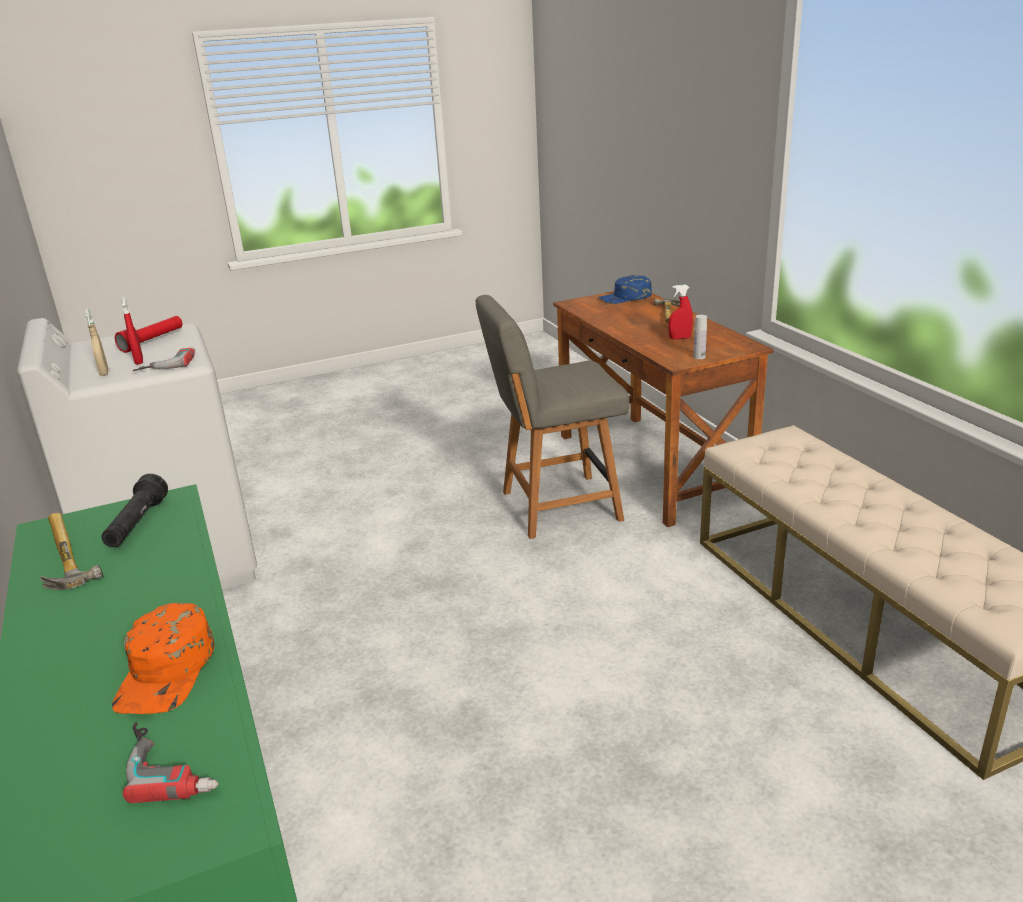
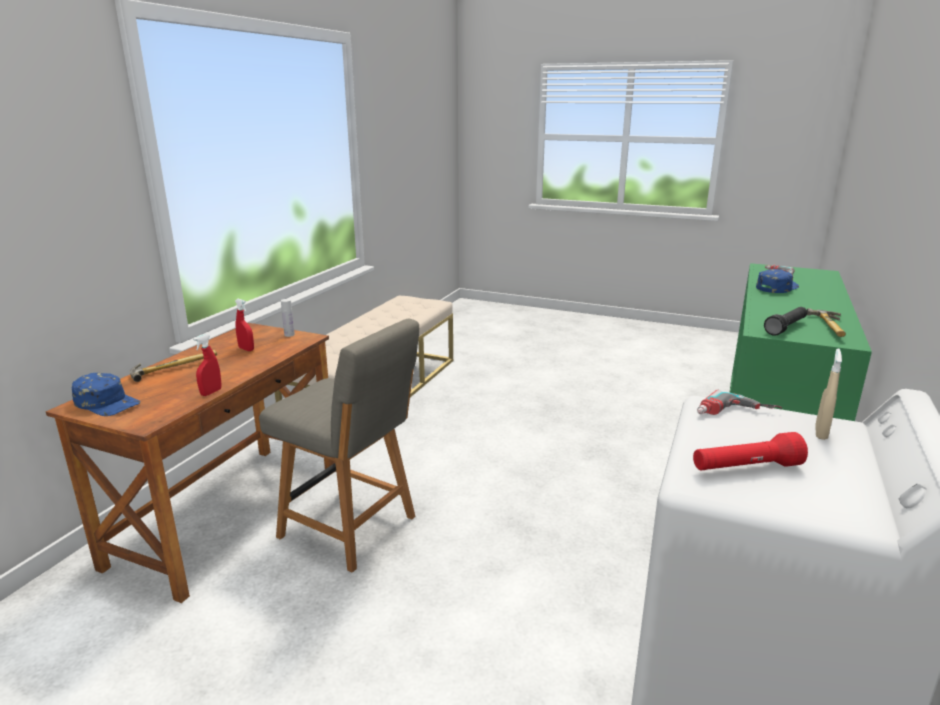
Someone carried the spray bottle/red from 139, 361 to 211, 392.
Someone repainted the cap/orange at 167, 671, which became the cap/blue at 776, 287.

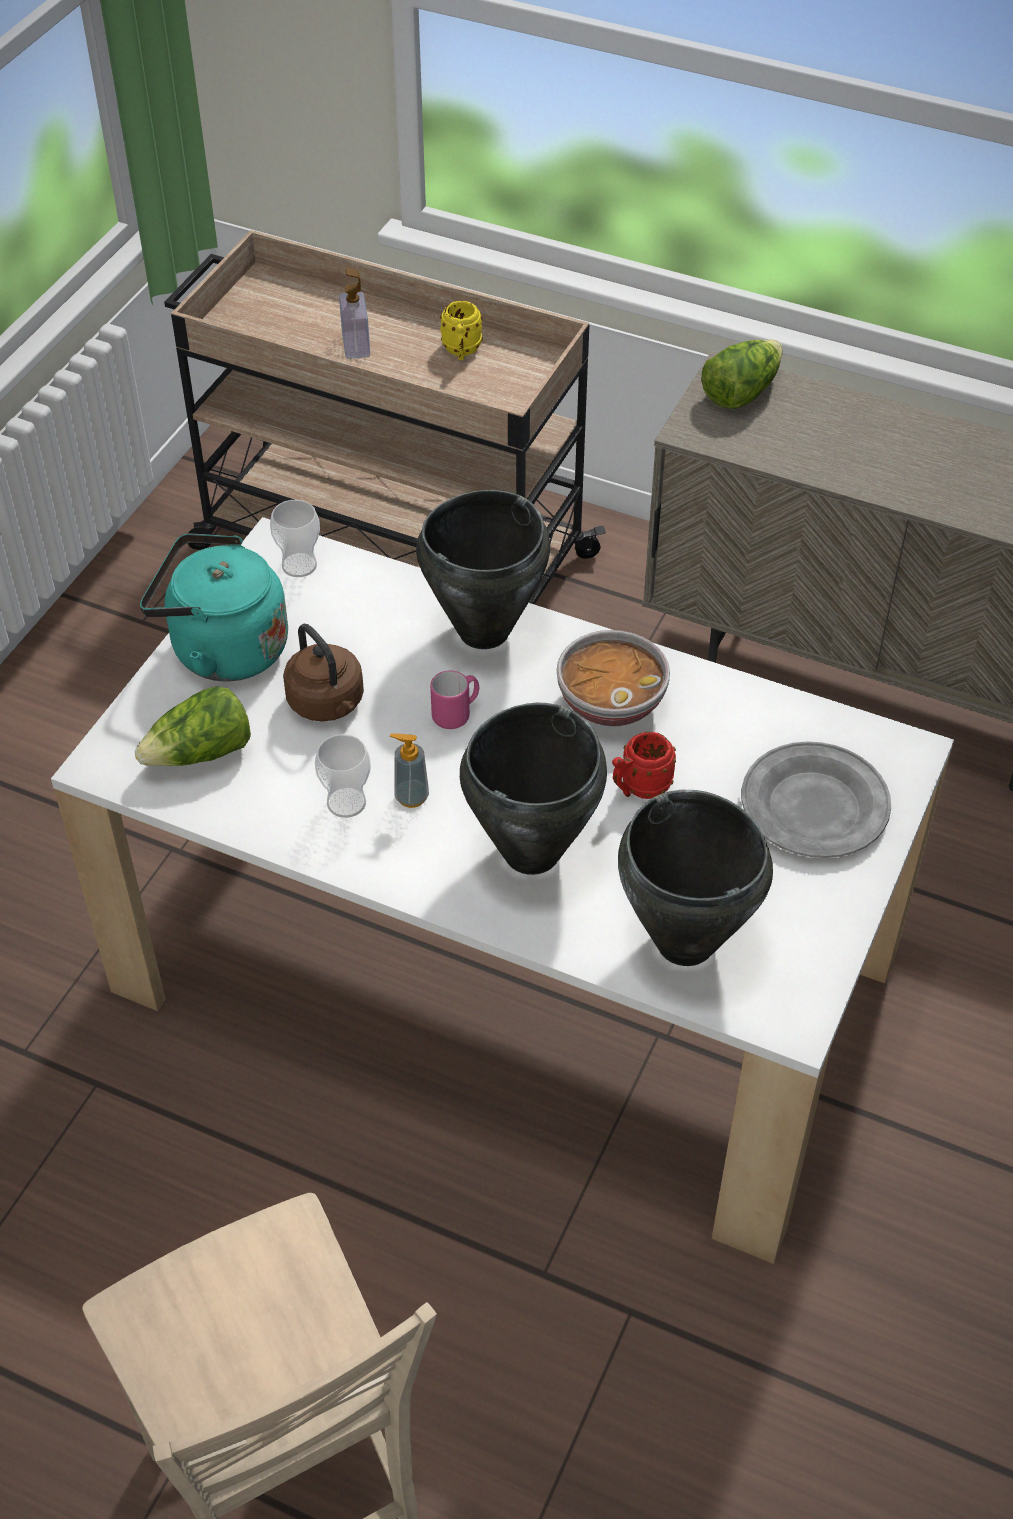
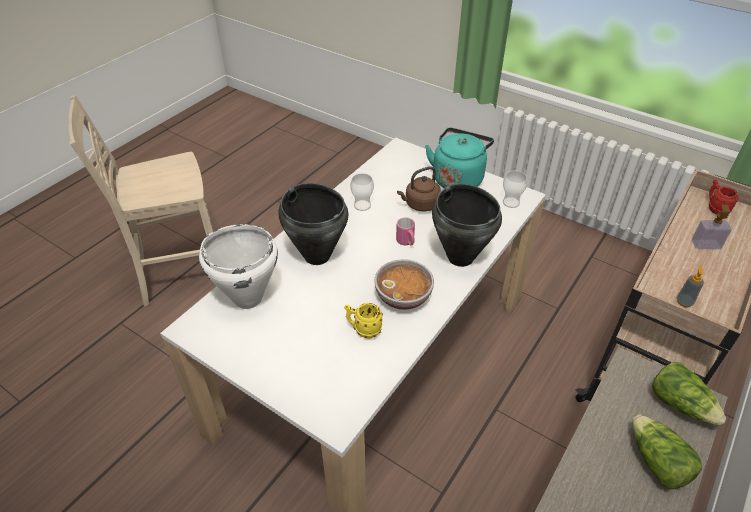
Someone took away the plate/grey at 813, 807.
Someone carried the lettuce from 201, 753 to 656, 462.
Someone carried the soap dispenser from 411, 797 to 684, 302.
Someone carried the mug/yellow from 461, 352 to 363, 330.
Someone carried the mug/red from 639, 788 to 715, 208.
Someone repainted the cooking pot/black at 684, 943, which became the cooking pot/white at 247, 298.

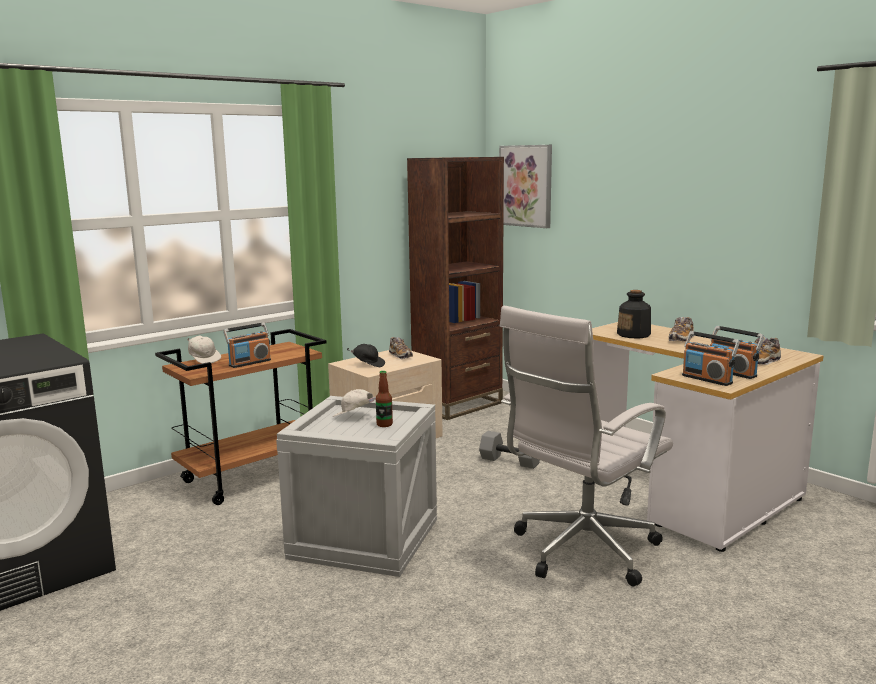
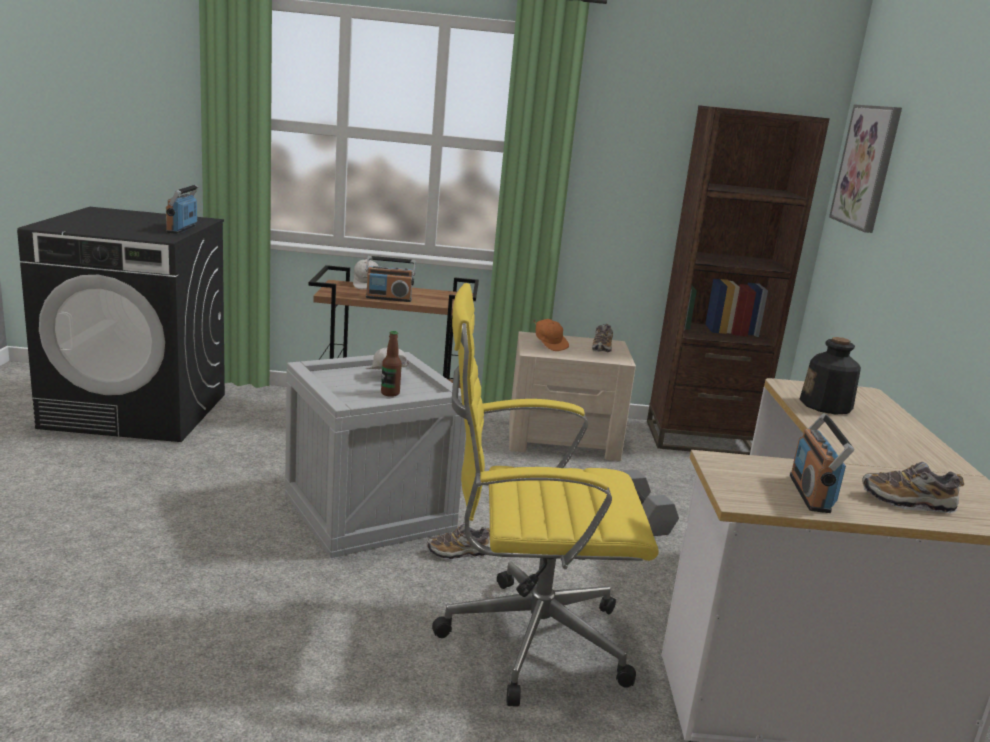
Someone carried the shoe from 681, 339 to 458, 553.
Someone carried the radio from 707, 379 to 182, 229.
Someone repainted the cap/black at 368, 364, which became the cap/orange at 549, 345.
Someone repainted the office chair/white at 580, 552, which became the office chair/yellow at 525, 640.

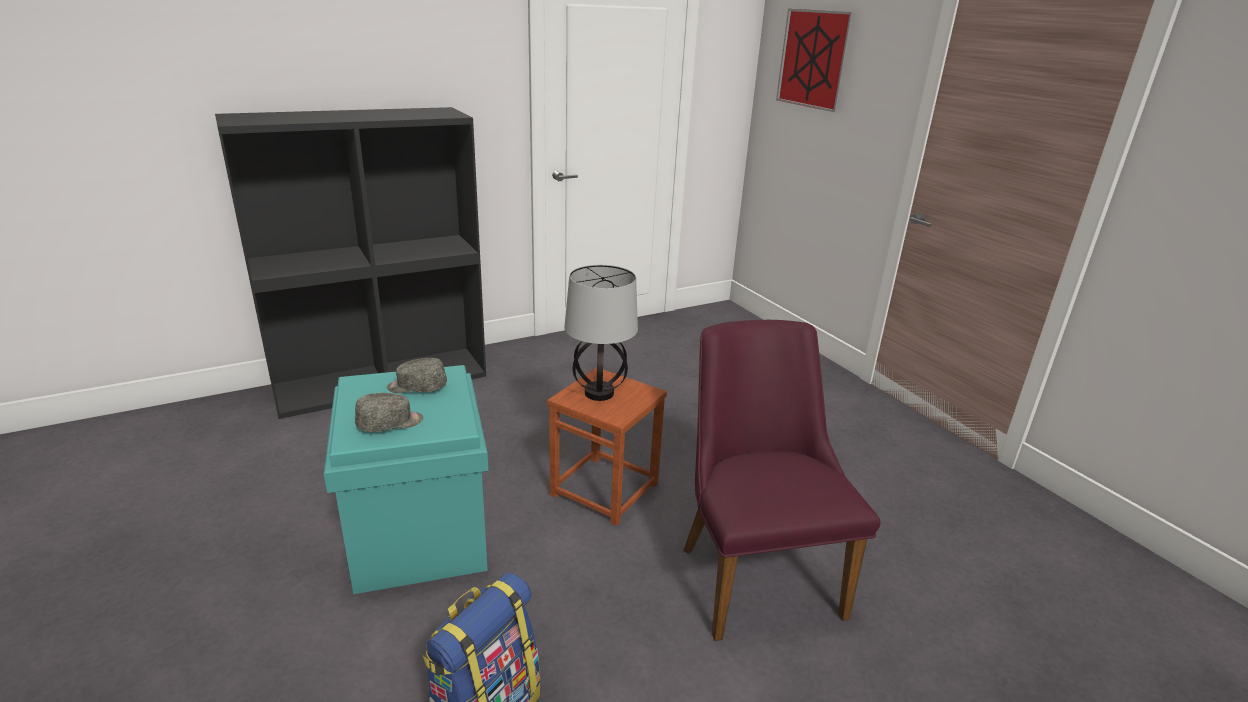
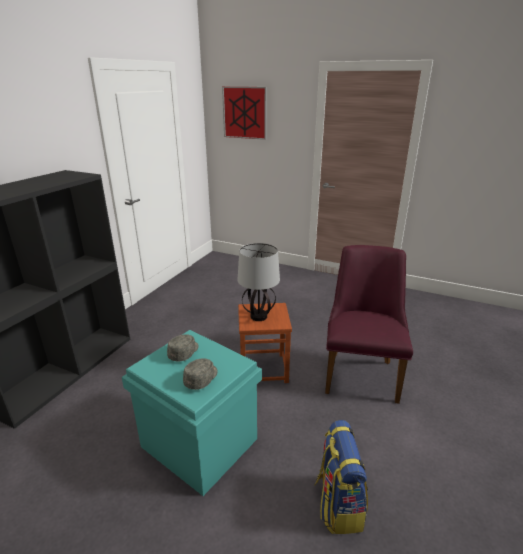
Someone rotated the cap/grey at 417, 387 by 150 degrees clockwise.
Someone rotated the chair/purple at 752, 570 by 60 degrees clockwise.

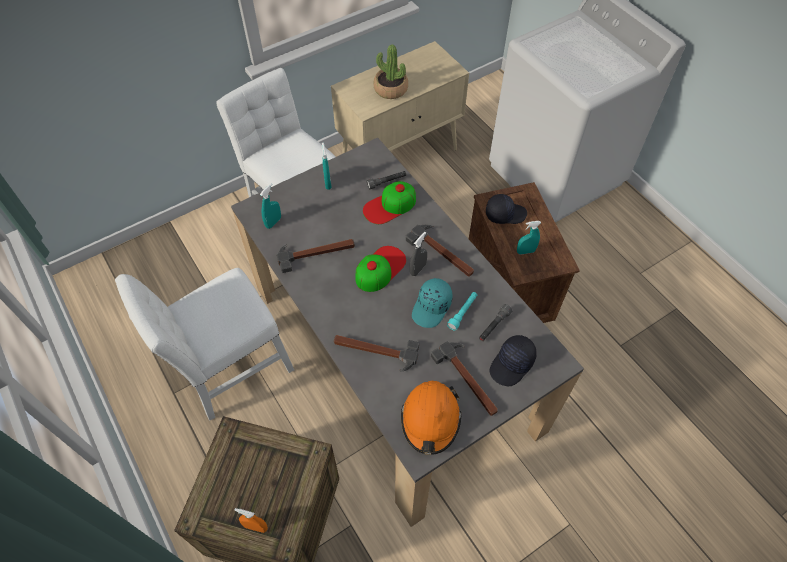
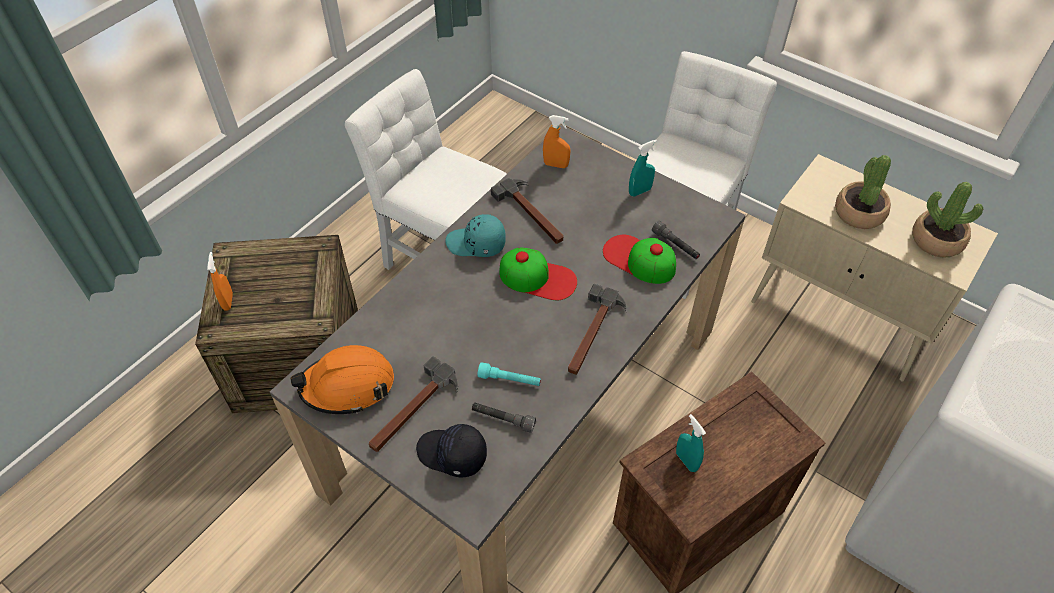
Someone took away the hammer at 375, 351.
Someone took away the spray bottle/grey at 418, 269.
Someone took away the cap/black at 505, 213.
Someone put down the potted plant at 936, 240.
Someone carried the cap/turquoise from 432, 307 to 476, 244.
Someone repainted the spray bottle/turquoise at 273, 222, which became the spray bottle/orange at 556, 165.

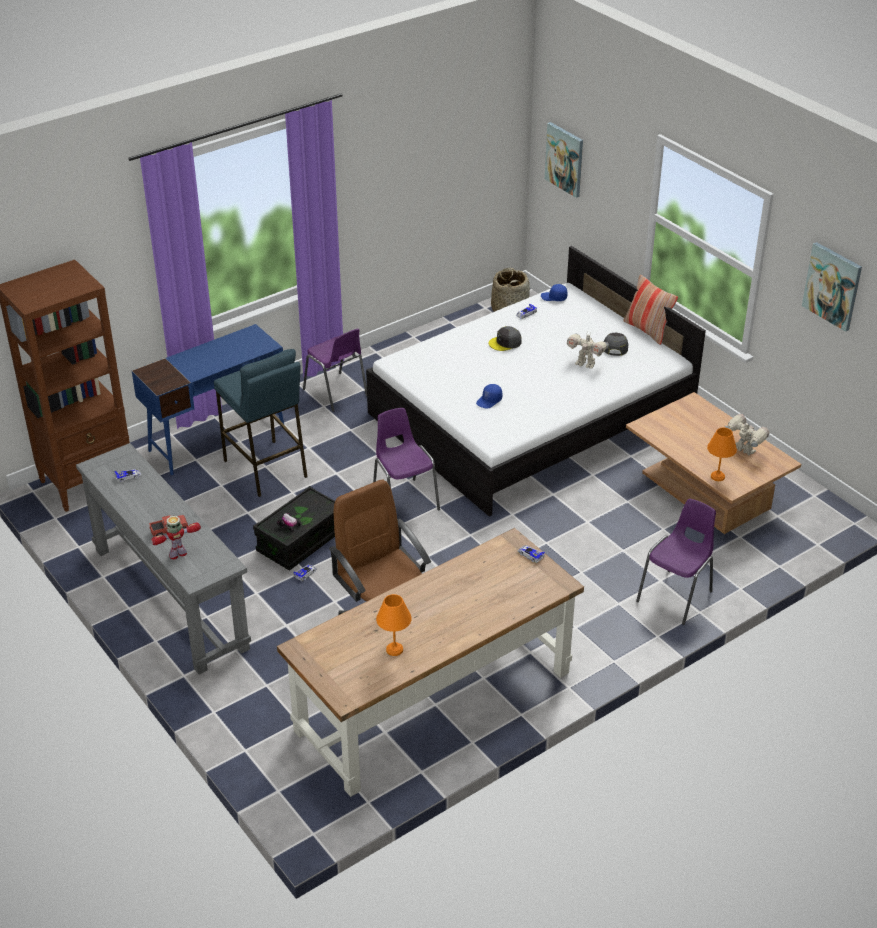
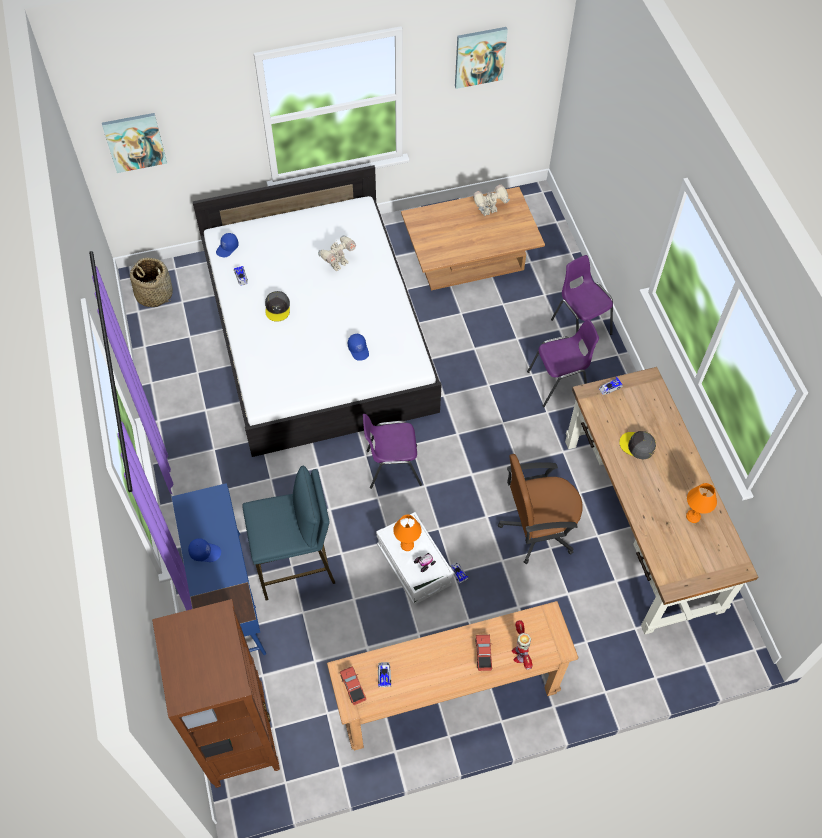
Someone took away the pillow at 647, 330.
Someone put down the cap/blue at 205, 552.
Someone put down the toy truck at 353, 688.
Someone carried the chair/purple from 336, 393 to 559, 383.
Someone carried the cap/grey from 615, 346 to 637, 446.
Someone carried the table lamp/orange from 717, 476 to 406, 545.
Someone repainted the console table/grey at 170, 598, which became the console table/brown at 448, 695.
Someone repainted the storage box/black at 300, 542, which became the storage box/white at 414, 565.

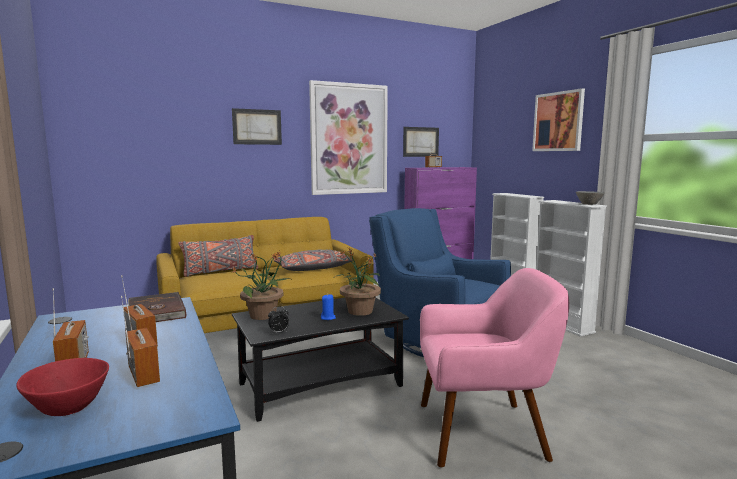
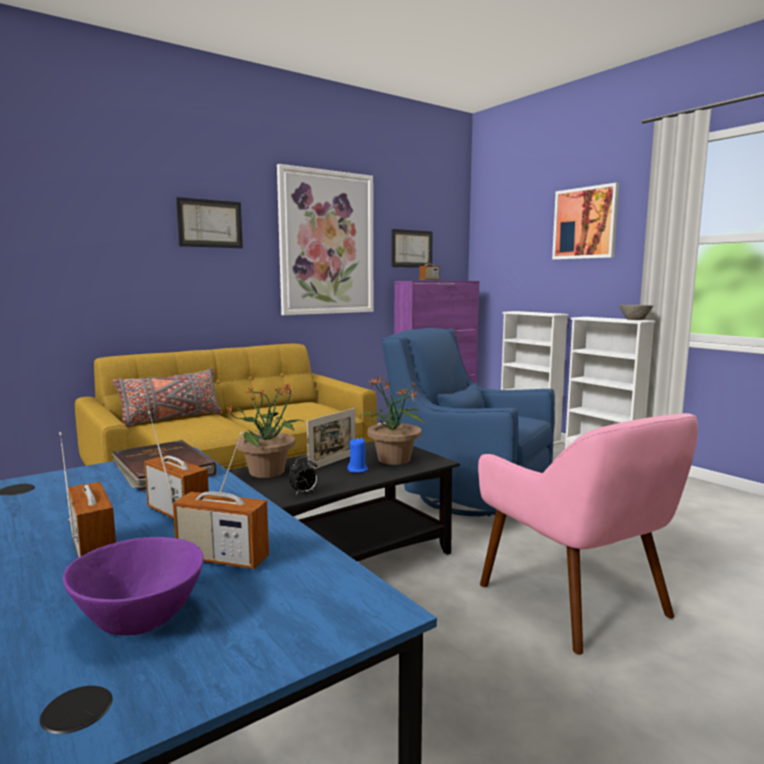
Someone took away the pillow/grey at 313, 269.
Someone put down the picture frame at 333, 462.
Someone repainted the bowl/red at 67, 409, which became the bowl/purple at 140, 622.
Someone rotated the radio at 144, 375 by 150 degrees clockwise.
Someone rotated the armchair/pink at 483, 432 by 75 degrees clockwise.

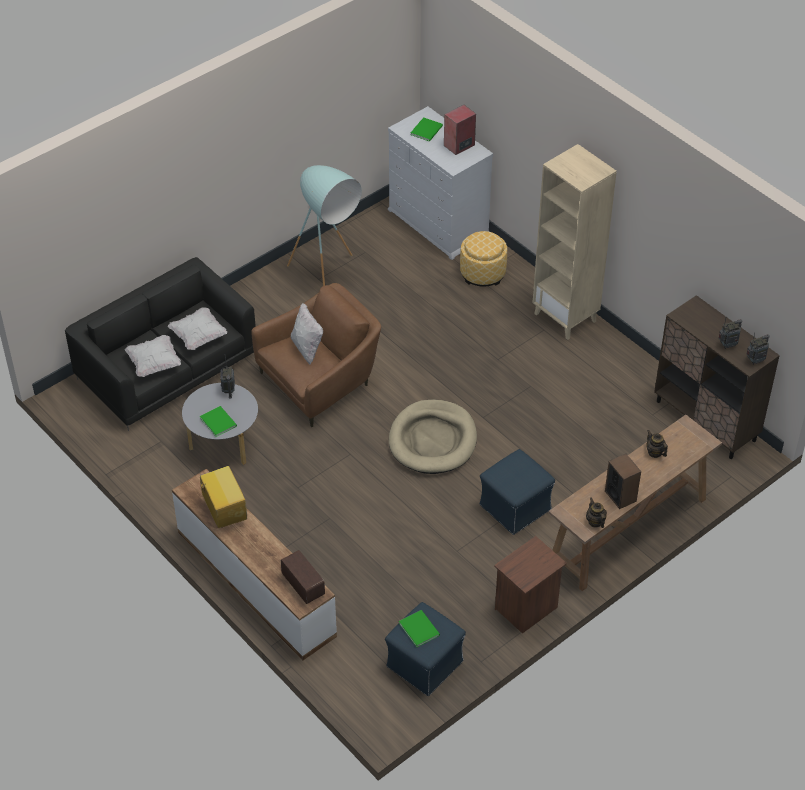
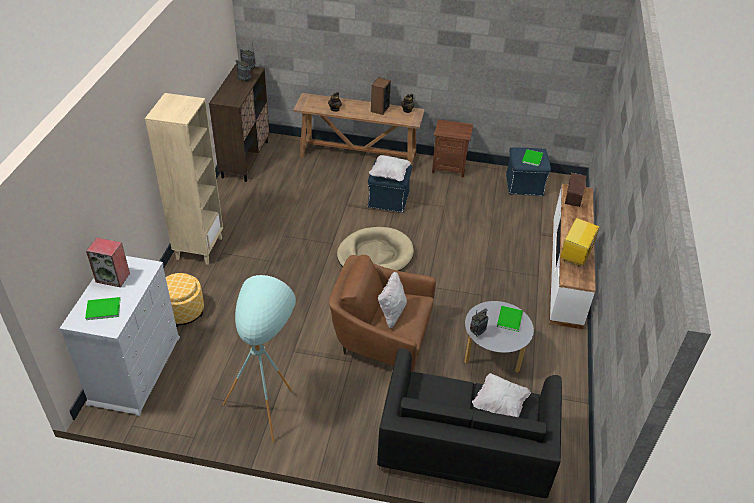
Someone carried the pillow/white from 198, 336 to 389, 175.

